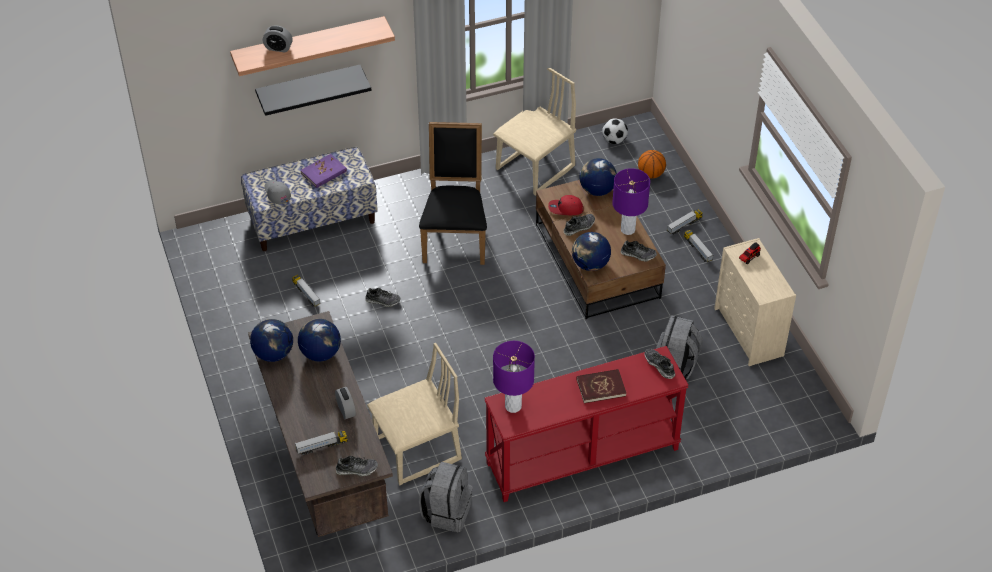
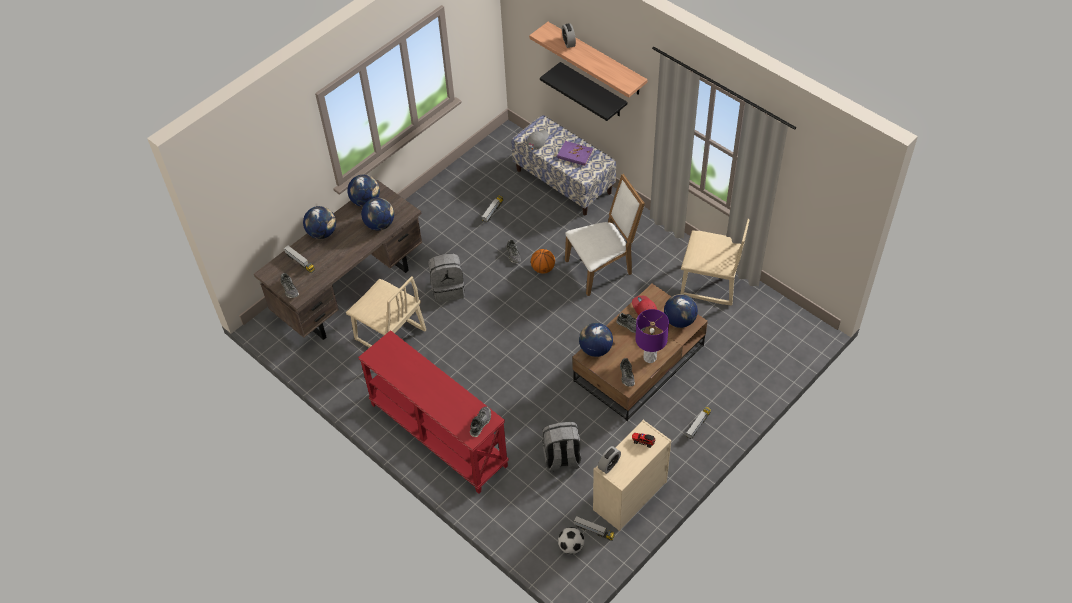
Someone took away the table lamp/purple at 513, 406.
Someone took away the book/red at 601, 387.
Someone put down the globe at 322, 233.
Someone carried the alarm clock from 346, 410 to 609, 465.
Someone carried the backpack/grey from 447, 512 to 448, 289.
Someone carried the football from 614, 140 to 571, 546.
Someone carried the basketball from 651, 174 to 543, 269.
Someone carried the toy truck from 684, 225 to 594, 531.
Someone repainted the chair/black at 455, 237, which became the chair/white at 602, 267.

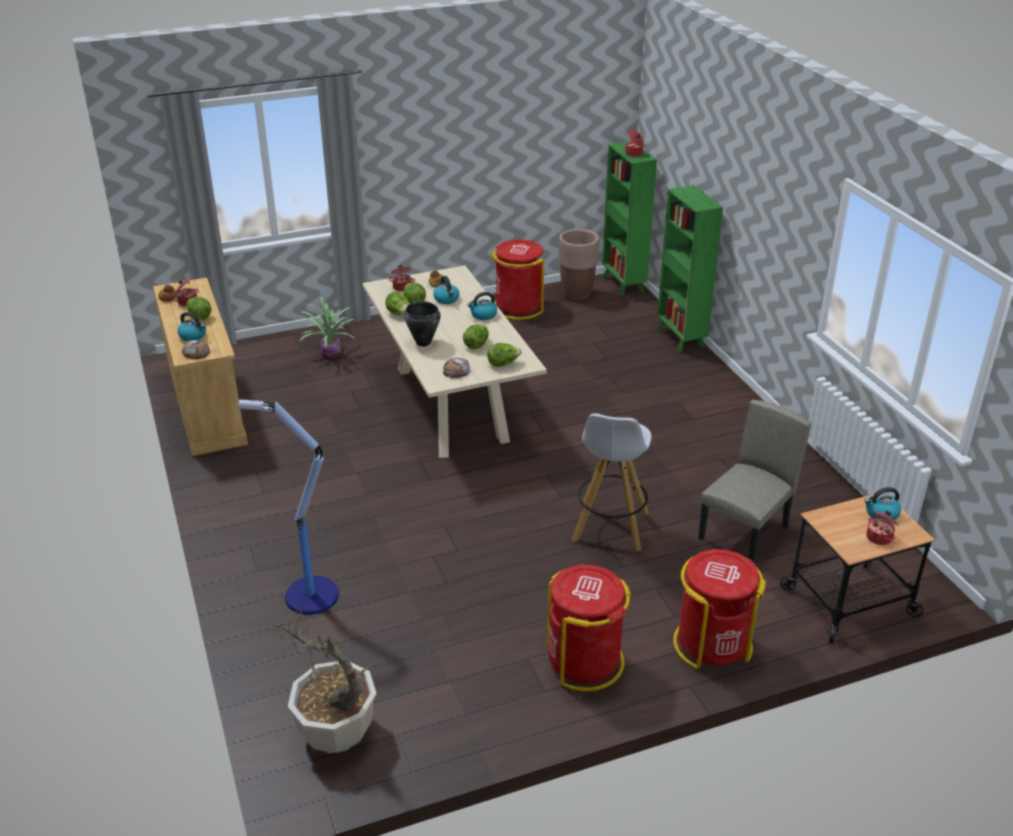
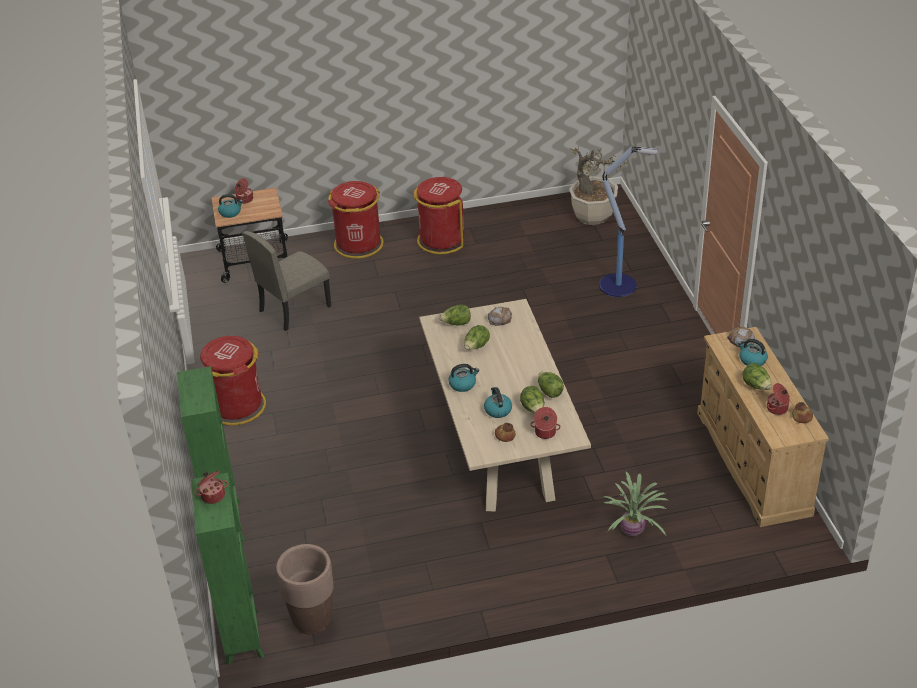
Someone took away the cooking pot/black at 423, 343.
Someone took away the stool/white at 610, 528.
Someone carried the trash can/red from 518, 307 to 238, 406.

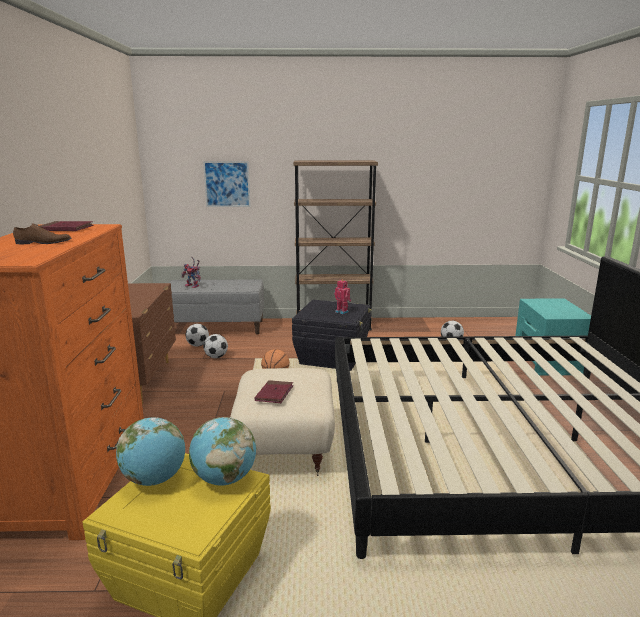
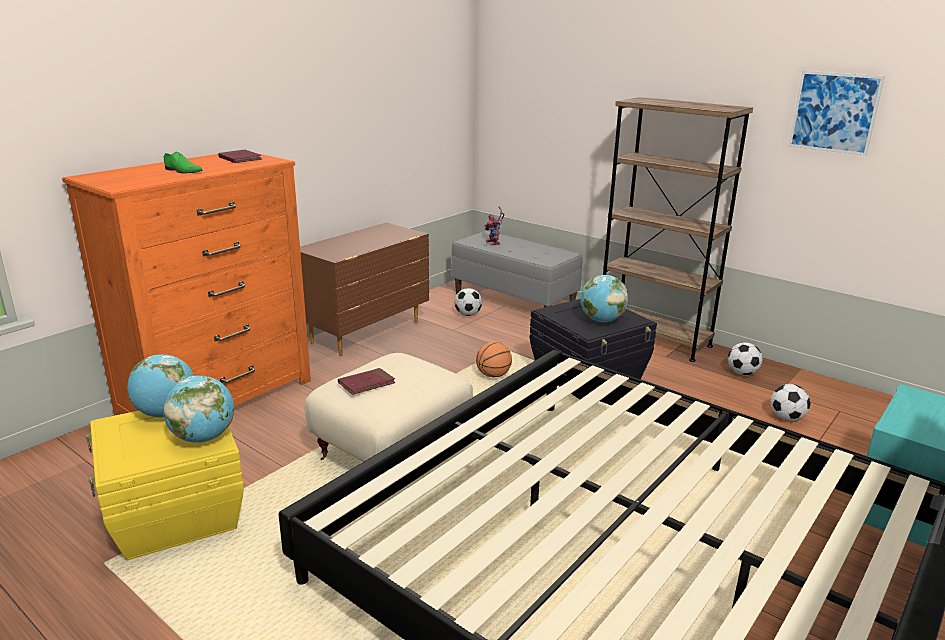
Someone carried the picture from 227, 184 to 834, 112.
Someone carried the football from 216, 357 to 742, 373.
Someone swapped the toy robot at 342, 312 for the globe at 601, 320.
Someone repainted the shoe/brown at 43, 242, which became the shoe/green at 182, 171.

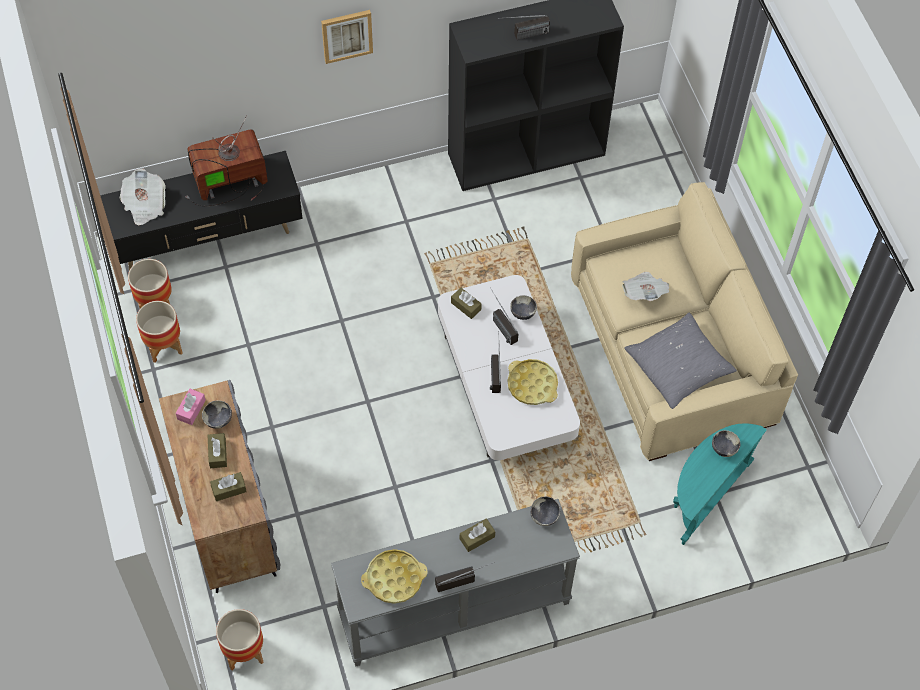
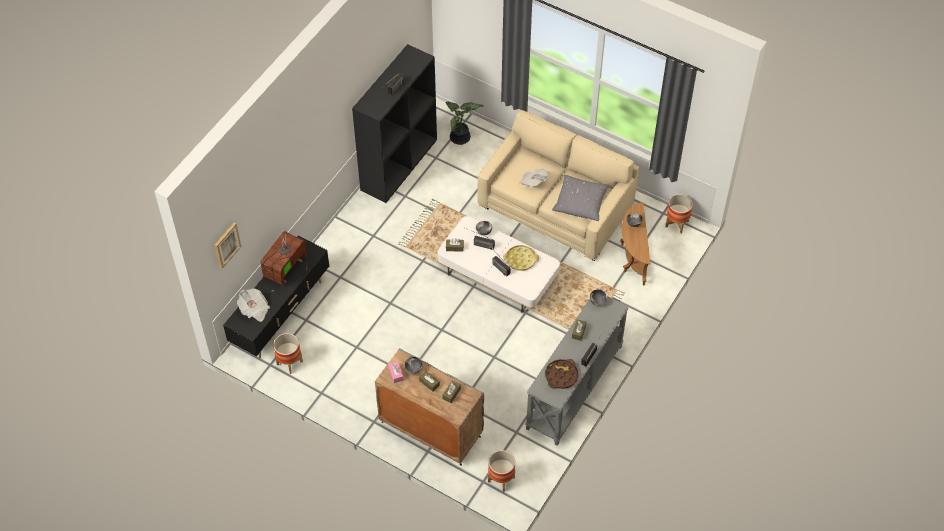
Someone put down the potted plant at 461, 139.
Someone carried the planter from 164, 346 to 677, 224.
Someone carried the picture from 347, 35 to 226, 245.
Someone repainted the tray/yellow at 394, 578, which became the tray/brown at 561, 376.
Someone repainted the side table/turquoise at 704, 496, which became the side table/brown at 632, 258.

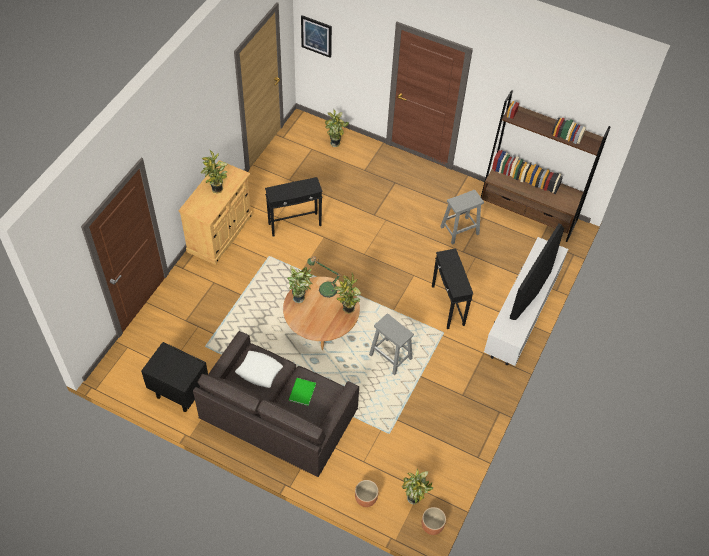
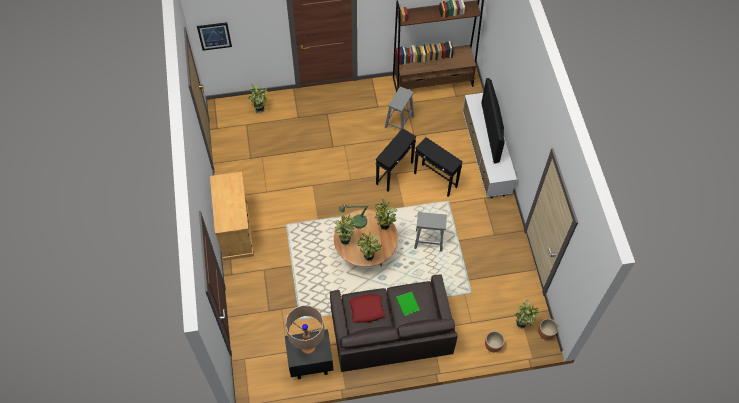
Someone put down the table lamp/beige at 308, 346.
Someone carried the potted plant from 217, 190 to 369, 258.
Someone carried the side table/black from 295, 224 to 395, 173.
Someone repainted the pillow/white at 259, 371, which became the pillow/red at 366, 310.

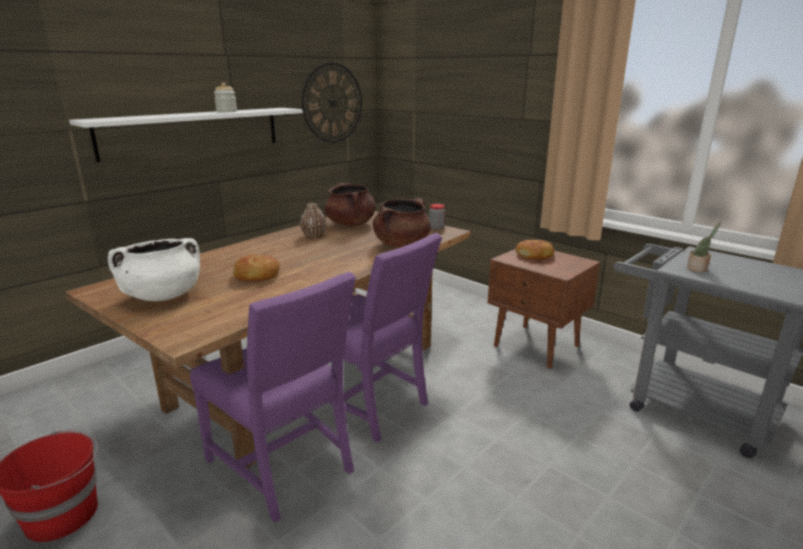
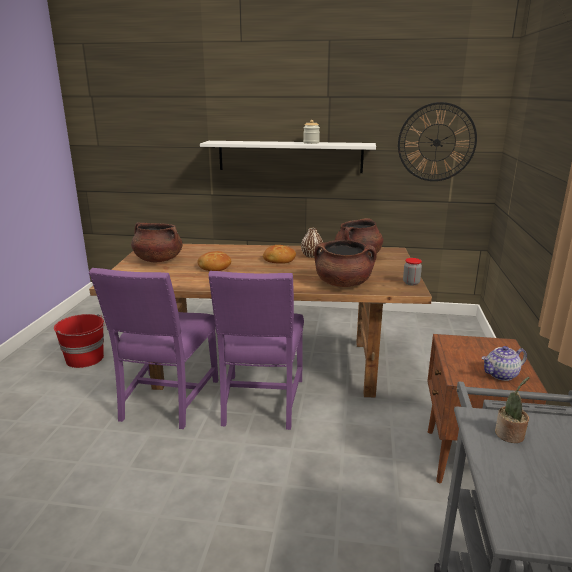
Someone put down the teapot at 501, 375.
Someone carried the bread from 535, 255 to 279, 260.
Someone repainted the cooking pot/white at 163, 296, which became the cooking pot/brown at 158, 260.

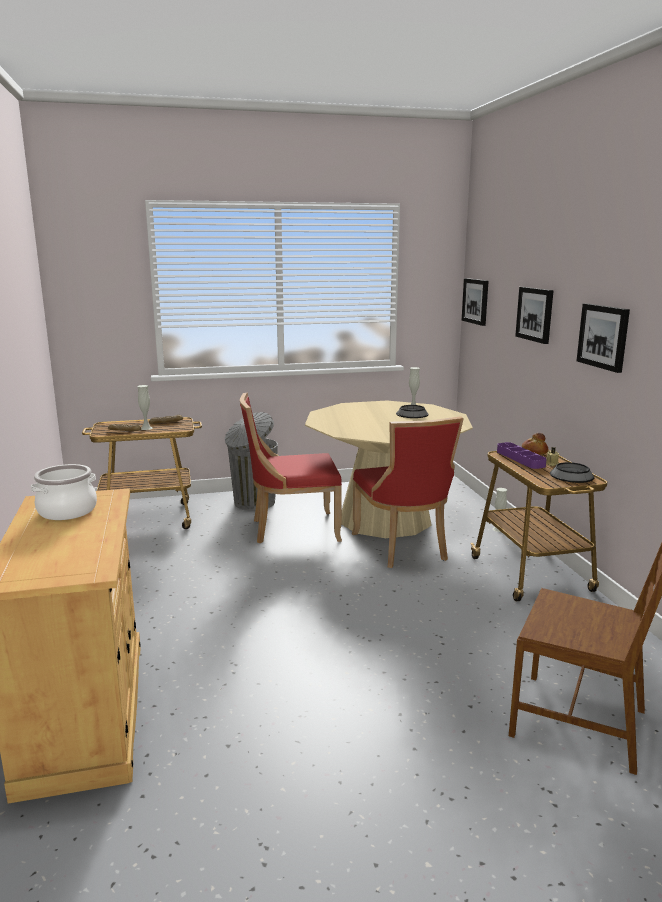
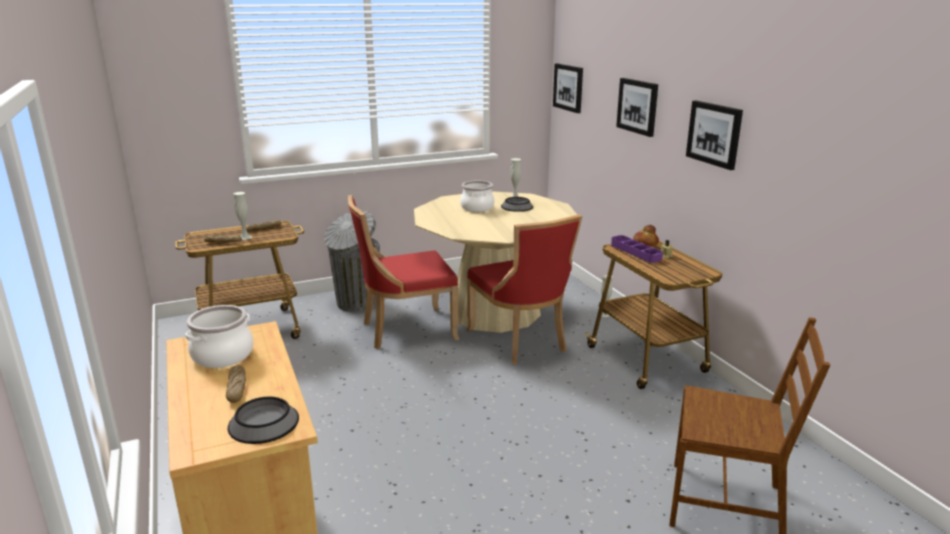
Someone put down the bread at 236, 388.
Someone put down the cooking pot at 476, 208.
Someone carried the bowl from 572, 475 to 264, 422.

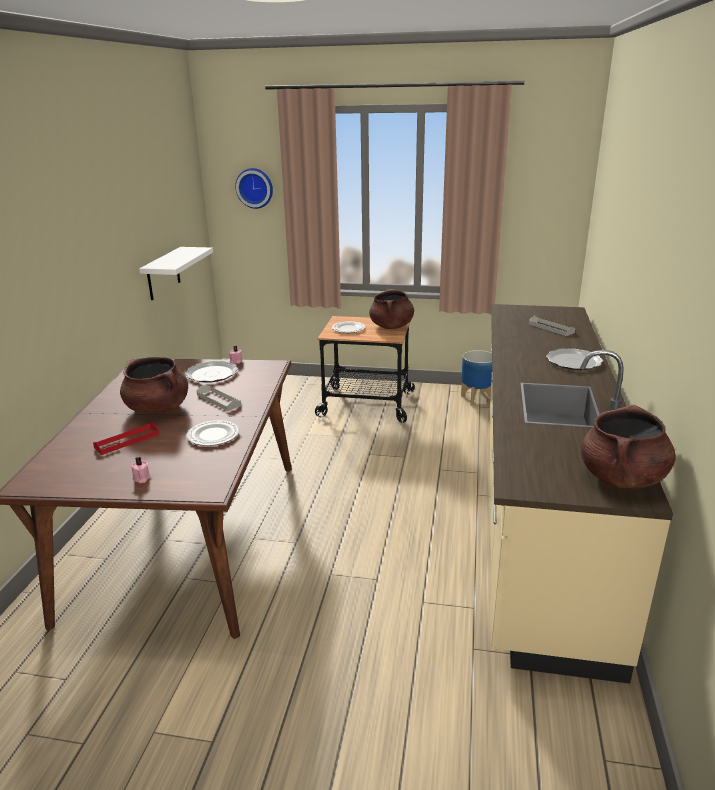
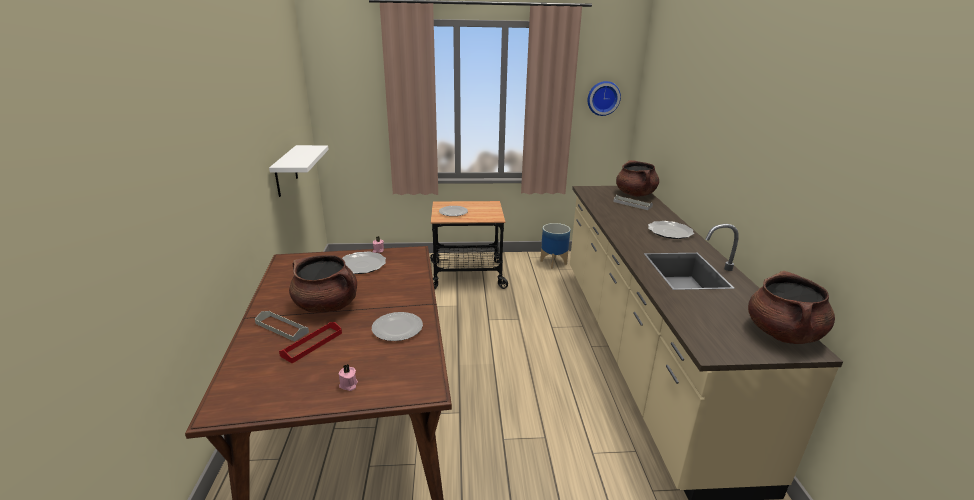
Someone carried the tray/grey from 218, 400 to 282, 328.
Someone carried the wall clock from 255, 188 to 603, 98.
Someone carried the cooking pot/brown from 391, 326 to 635, 194.

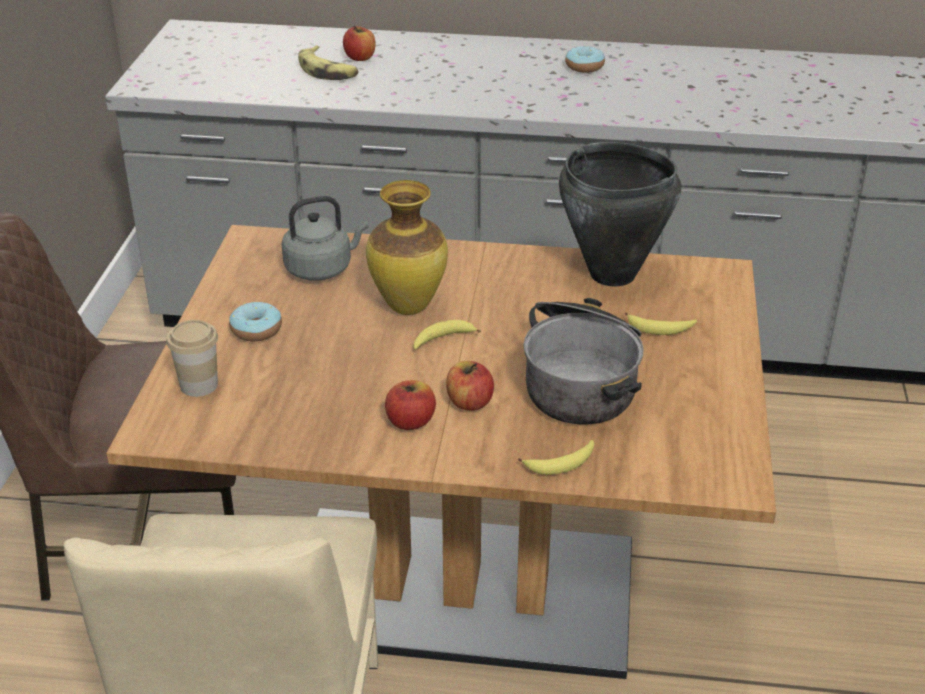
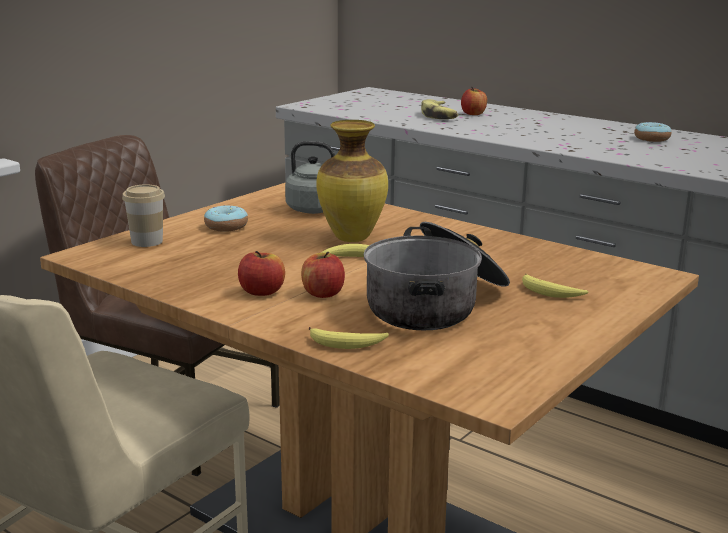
Someone took away the cooking pot/black at 612, 275.

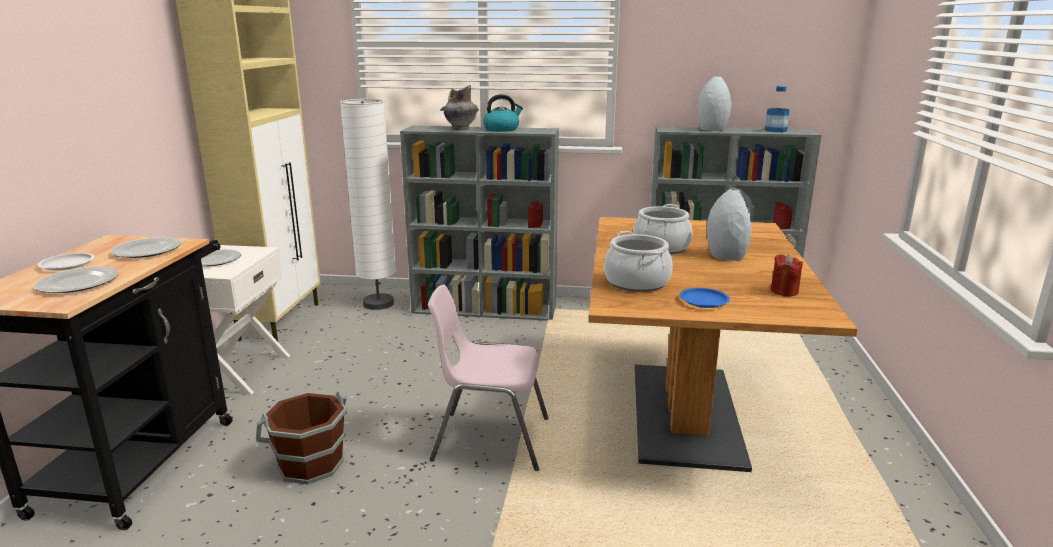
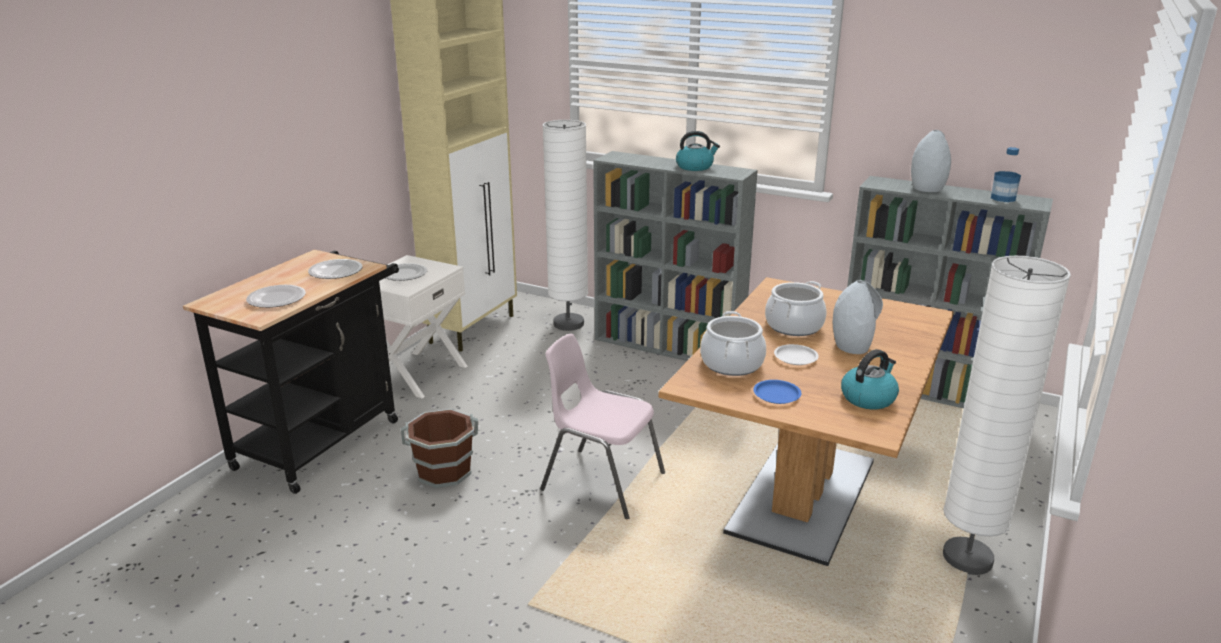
Someone took away the vase/grey at 460, 129.
Someone put down the floor lamp/white at 967, 558.
Someone carried the plate/white from 67, 265 to 795, 358.
Someone swapped the candle/red at 784, 291 for the kettle at 868, 398.

